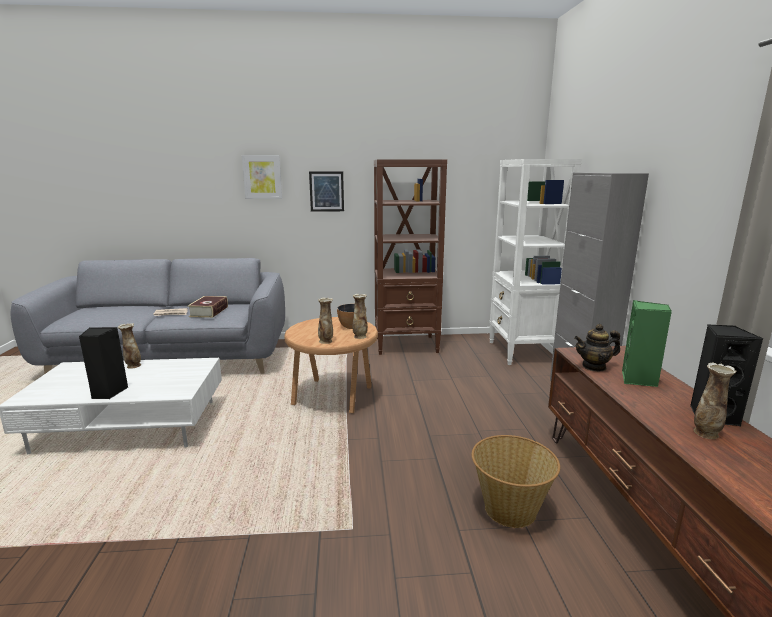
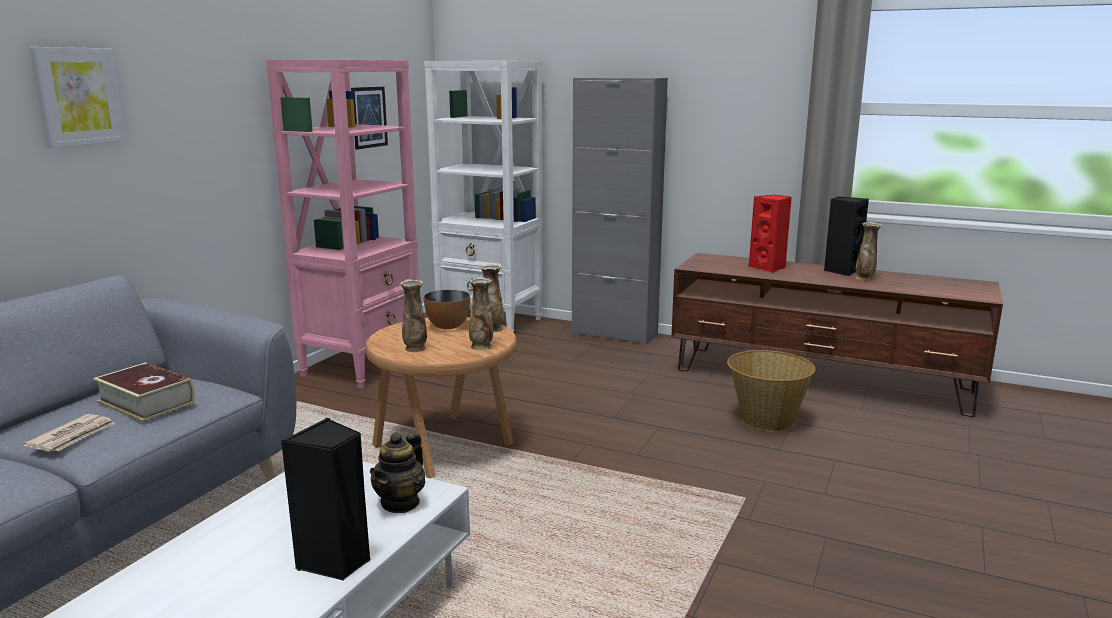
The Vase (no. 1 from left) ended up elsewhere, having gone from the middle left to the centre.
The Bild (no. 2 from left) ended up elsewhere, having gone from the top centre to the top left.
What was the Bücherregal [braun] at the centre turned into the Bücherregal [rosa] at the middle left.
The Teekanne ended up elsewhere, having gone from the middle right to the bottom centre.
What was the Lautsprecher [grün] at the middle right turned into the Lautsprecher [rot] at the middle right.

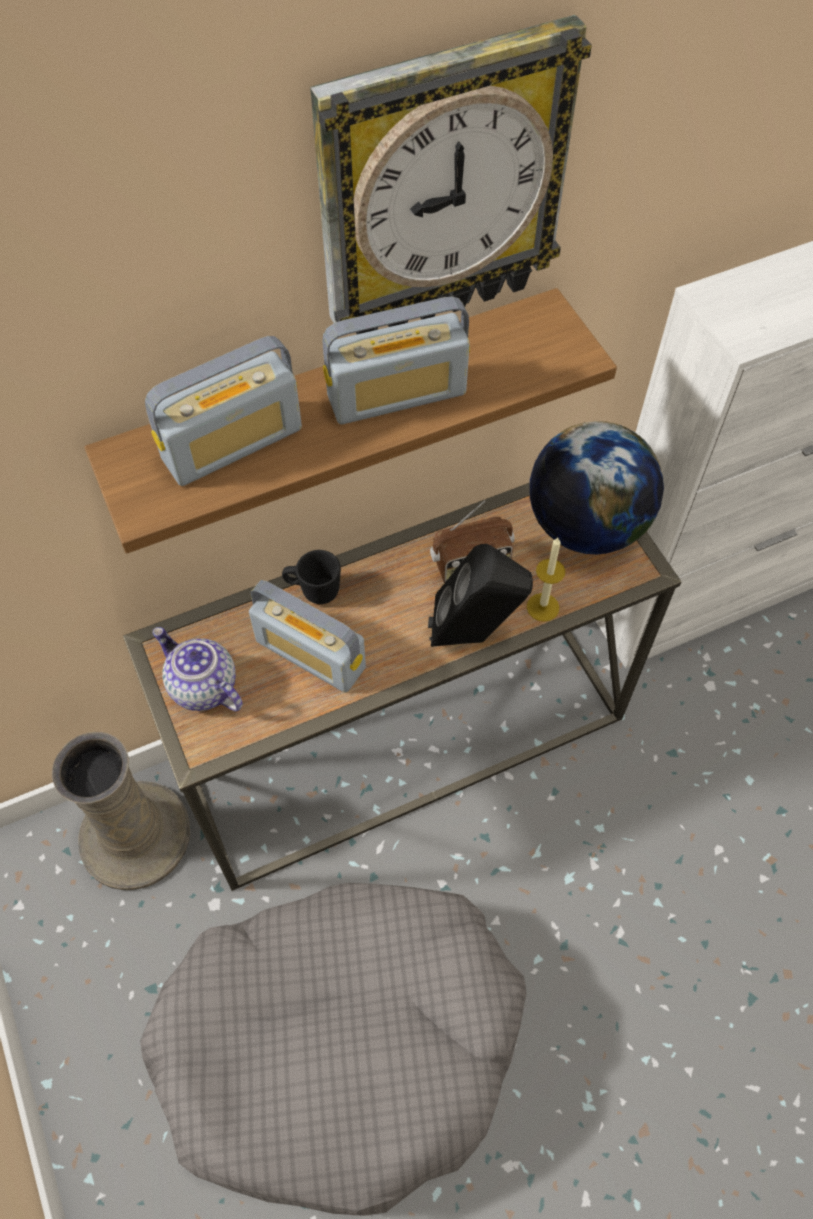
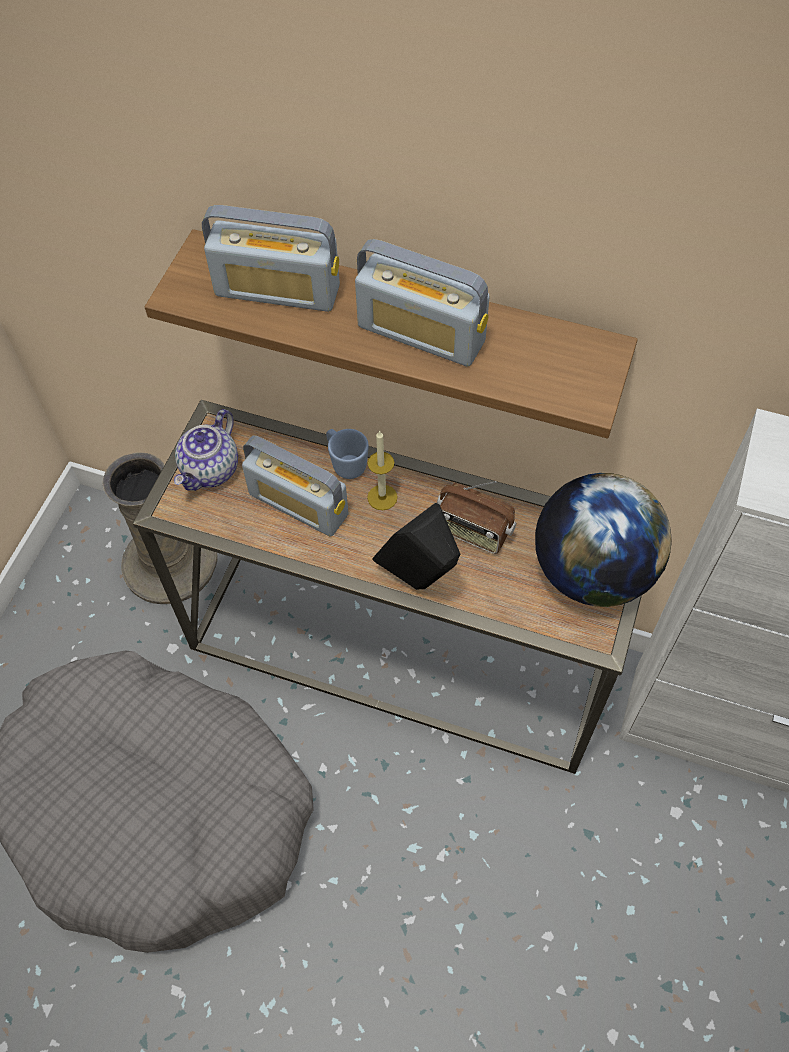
The Teekanne at the middle left ended up facing another way, 150 degrees counterclockwise from before.
The Radio (no. 2 from left) at the centre ended up facing another way, 45 degrees counterclockwise from before.
What was the Henkelbecher [schwarz] at the centre turned into the Henkelbecher [blau] at the centre.
The second view lost the Wanduhr at the top centre.
The Kerze ended up elsewhere, having gone from the middle right to the centre.

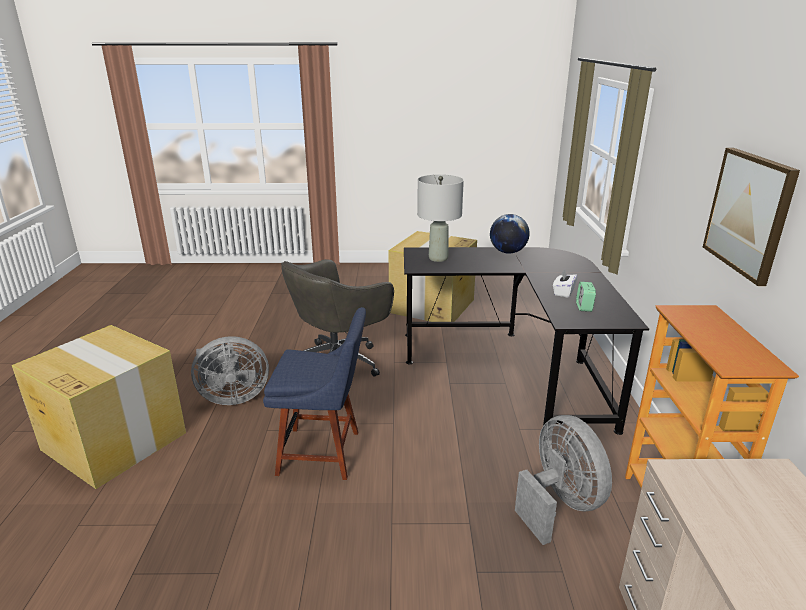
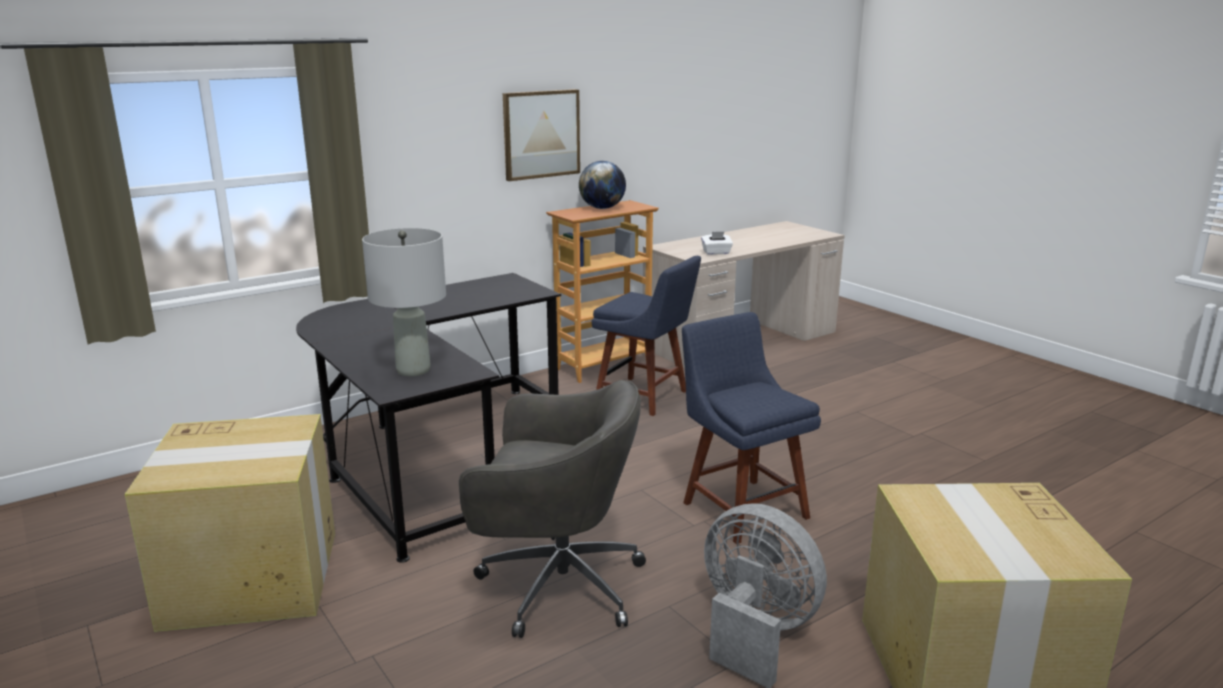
The Globus ended up elsewhere, having gone from the centre to the top centre.
Where the Ventilator [grau] (no. 2 from left) stood at the bottom right, the Stuhl [blau] (no. 1 from left) came to stand at the centre.
The Taschentuchbox [weiß] ended up elsewhere, having gone from the middle right to the centre.
The second view lost the Wecker at the middle right.

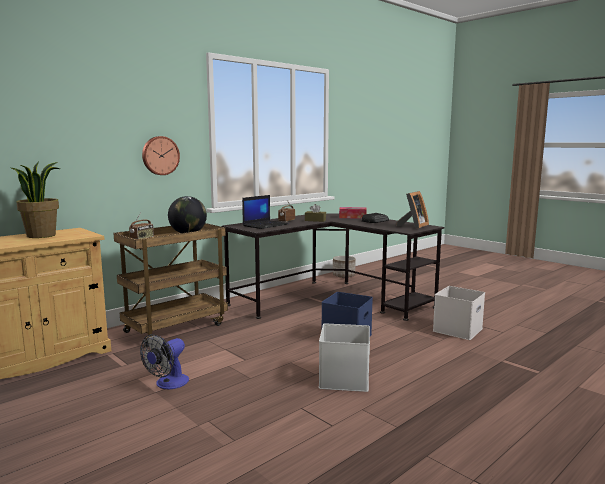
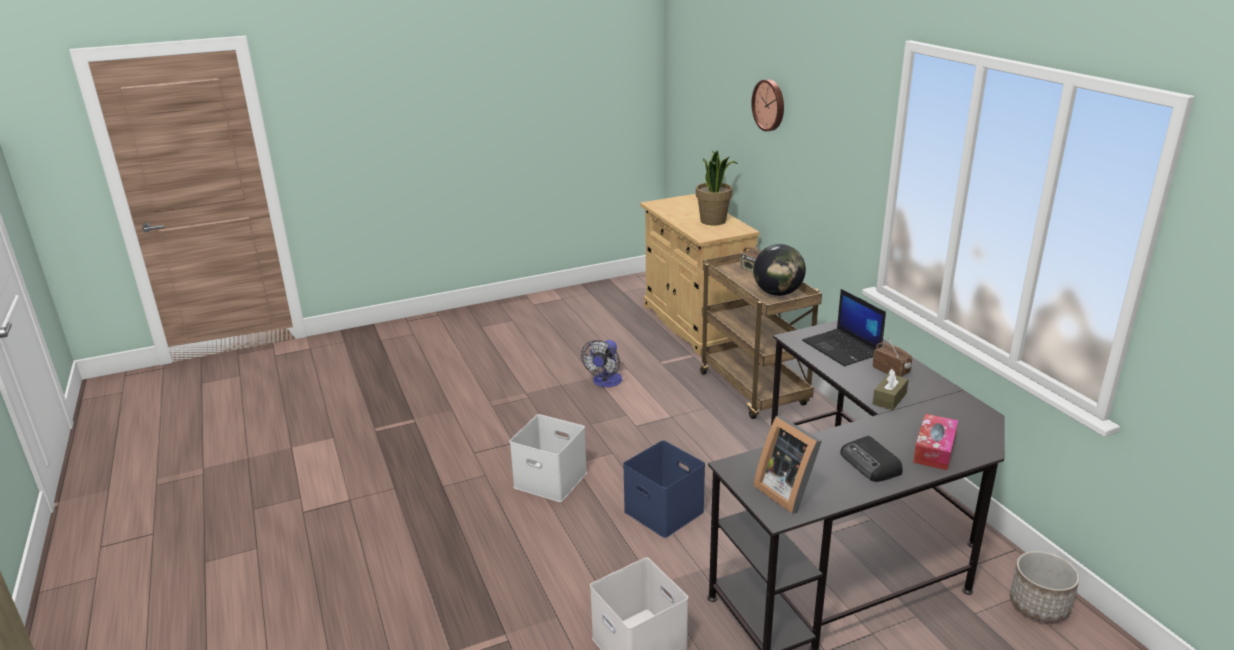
The Ventilator at the bottom left ended up facing another way, 120 degrees counterclockwise from before.
The Wanduhr ended up elsewhere, having gone from the top left to the top centre.

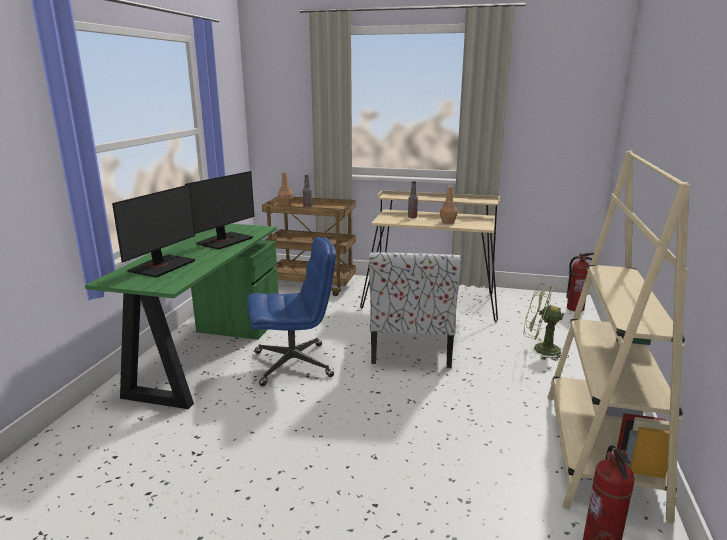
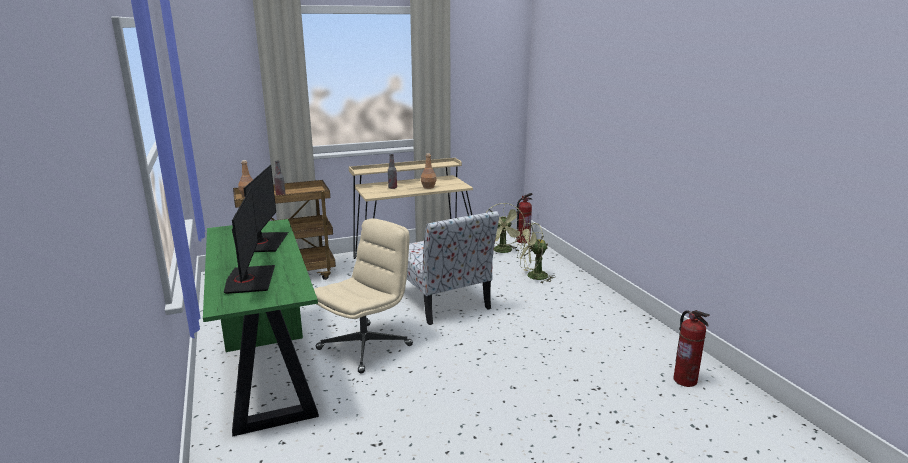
What was the Bürostuhl [blau] at the centre turned into the Bürostuhl [beige] at the centre.
The second view lost the Bücherregal [beige] at the middle right.
The second view gained the Ventilator [grün] (no. 1 from left) at the centre.

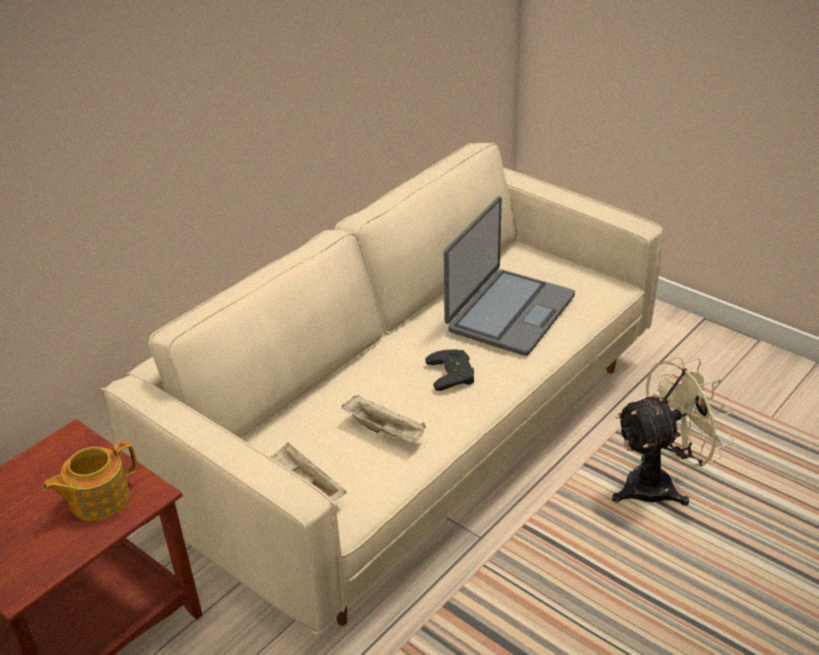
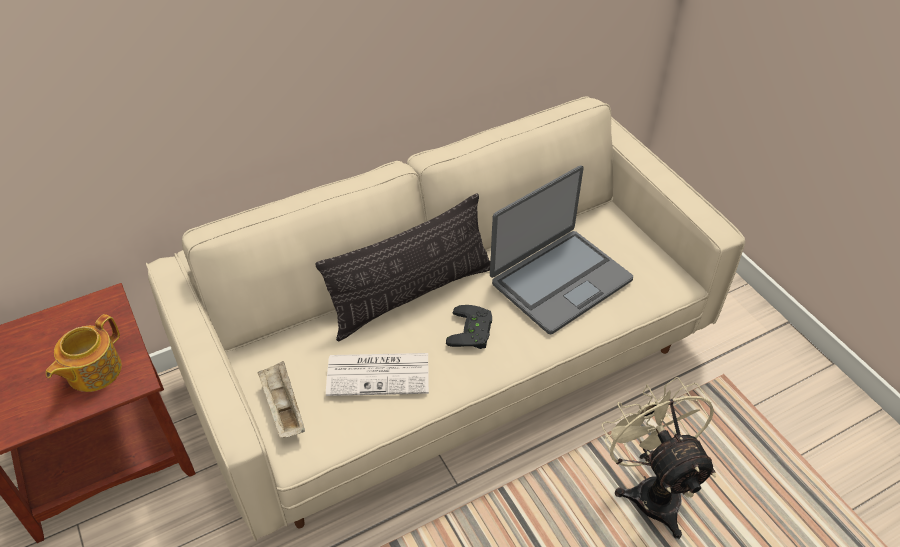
The Teekanne at the bottom left ended up facing another way, 45 degrees counterclockwise from before.
Where the Tablett [beige] (no. 2 from left) stood at the centre, the Zeitung came to stand at the bottom centre.
The Ventilator [beige] at the middle right ended up facing another way, 105 degrees counterclockwise from before.
The second view gained the Kissen at the centre.

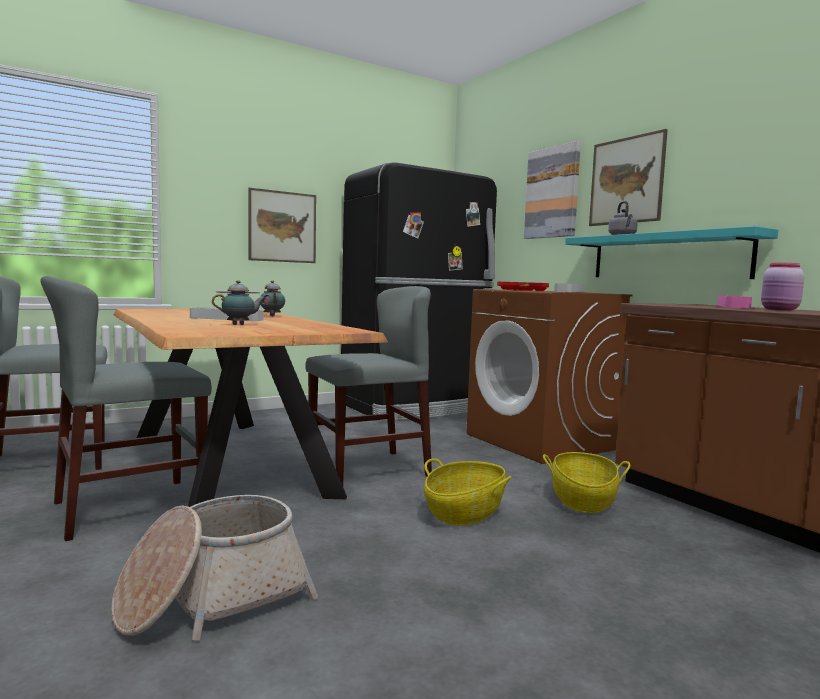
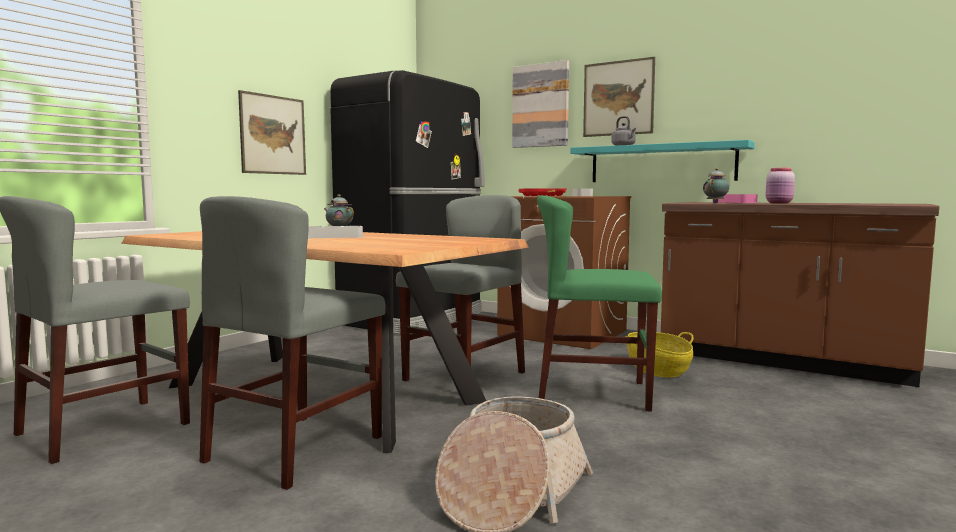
The Teekanne (no. 1 from left in the first image) ended up elsewhere, having gone from the middle left to the middle right.
Where the Korb (no. 2 from left) stood at the bottom centre, the Stuhl [grün] came to stand at the centre.

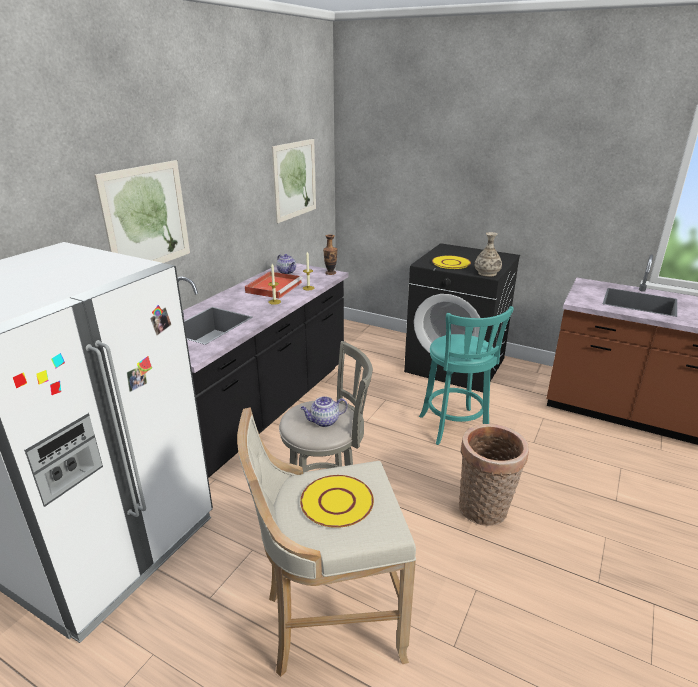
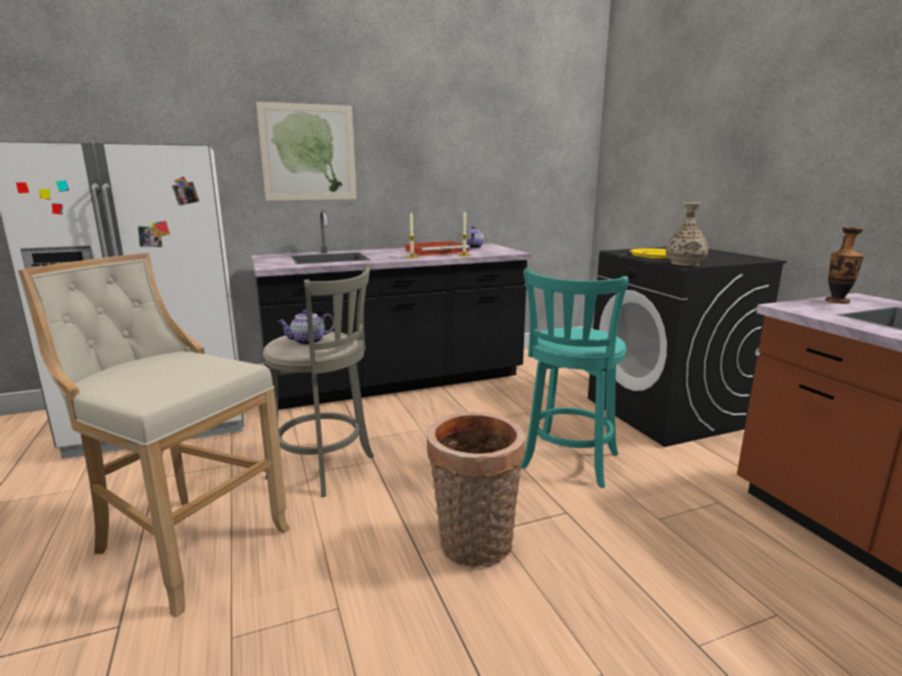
The second view lost the Bild (no. 2 from left) at the top centre.
The Teekanne (no. 2 from left in the first image) at the centre ended up facing another way, 45 degrees counterclockwise from before.
The second view lost the Teller [gelb] (no. 1 from left) at the bottom centre.
The Vase (no. 1 from left in the first image) ended up elsewhere, having gone from the centre to the middle right.

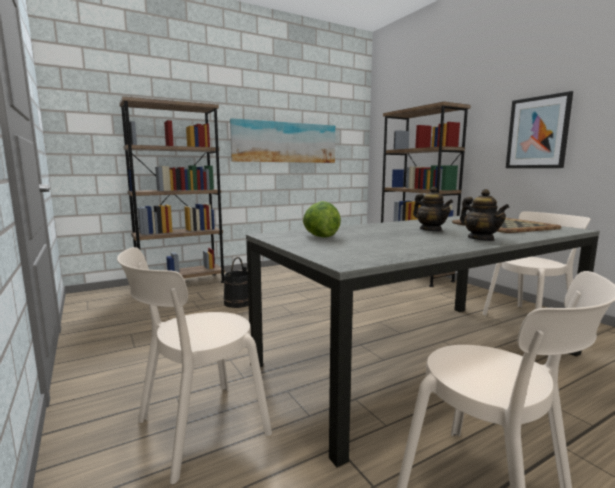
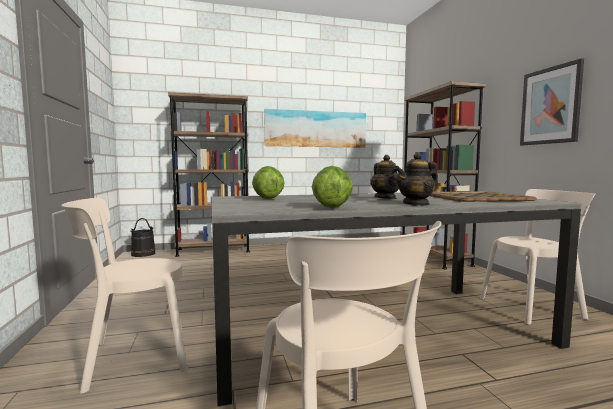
The Eimer [schwarz] ended up elsewhere, having gone from the centre to the middle left.
The Teekanne (no. 2 from left) at the middle right ended up facing another way, 75 degrees clockwise from before.
The second view gained the Salatkopf (no. 2 from left) at the centre.

